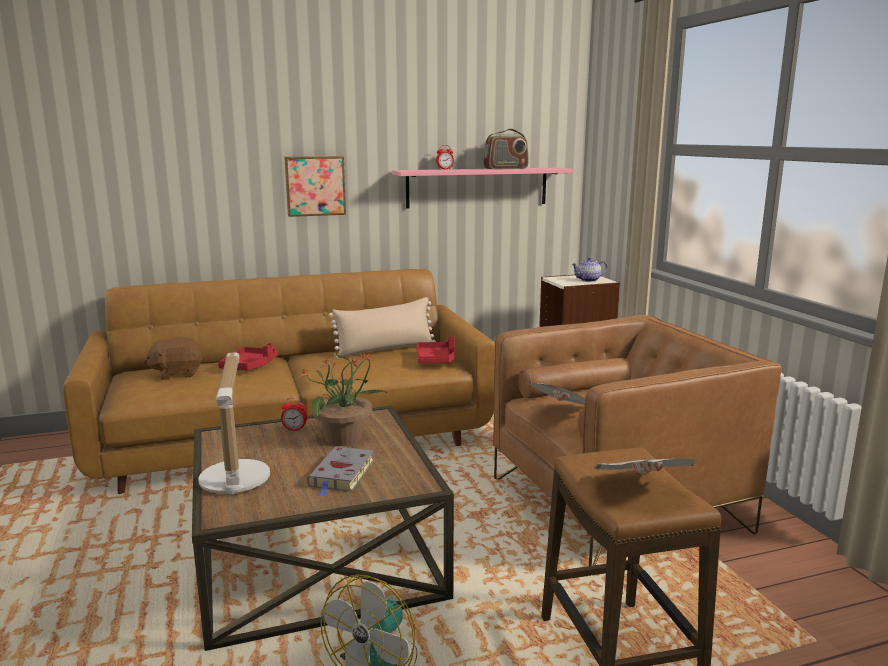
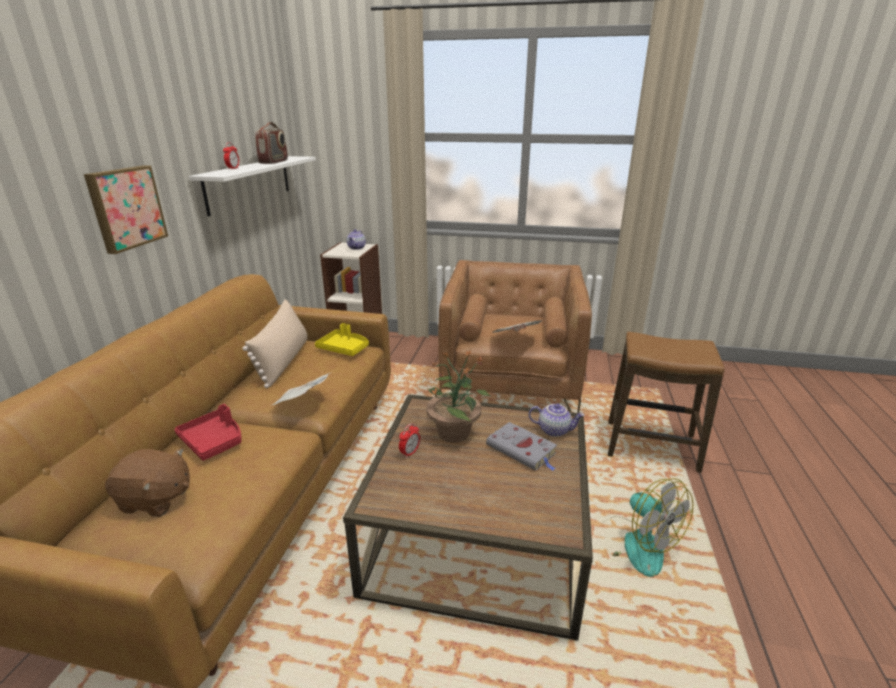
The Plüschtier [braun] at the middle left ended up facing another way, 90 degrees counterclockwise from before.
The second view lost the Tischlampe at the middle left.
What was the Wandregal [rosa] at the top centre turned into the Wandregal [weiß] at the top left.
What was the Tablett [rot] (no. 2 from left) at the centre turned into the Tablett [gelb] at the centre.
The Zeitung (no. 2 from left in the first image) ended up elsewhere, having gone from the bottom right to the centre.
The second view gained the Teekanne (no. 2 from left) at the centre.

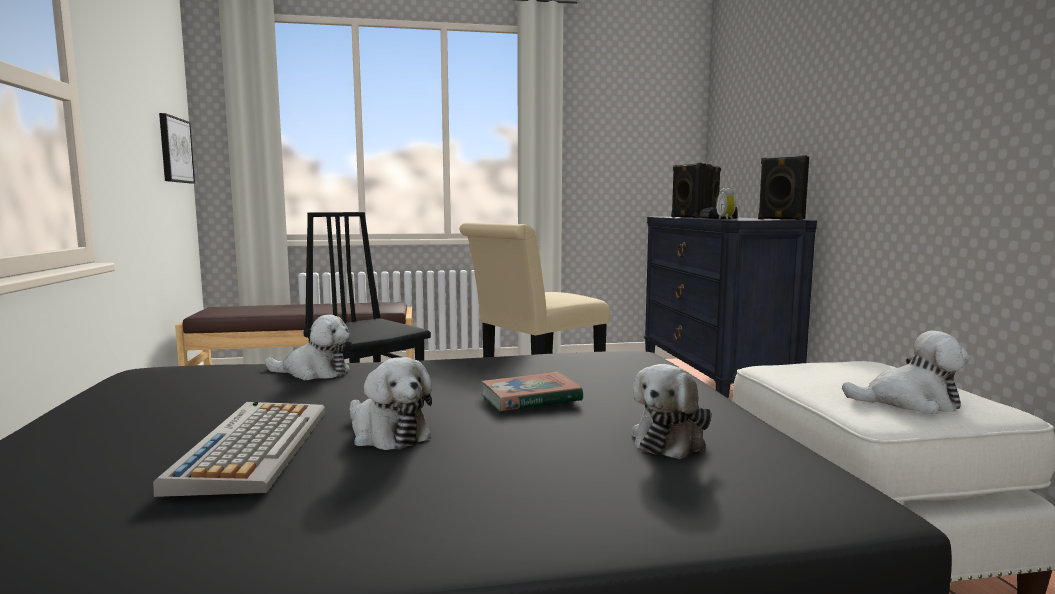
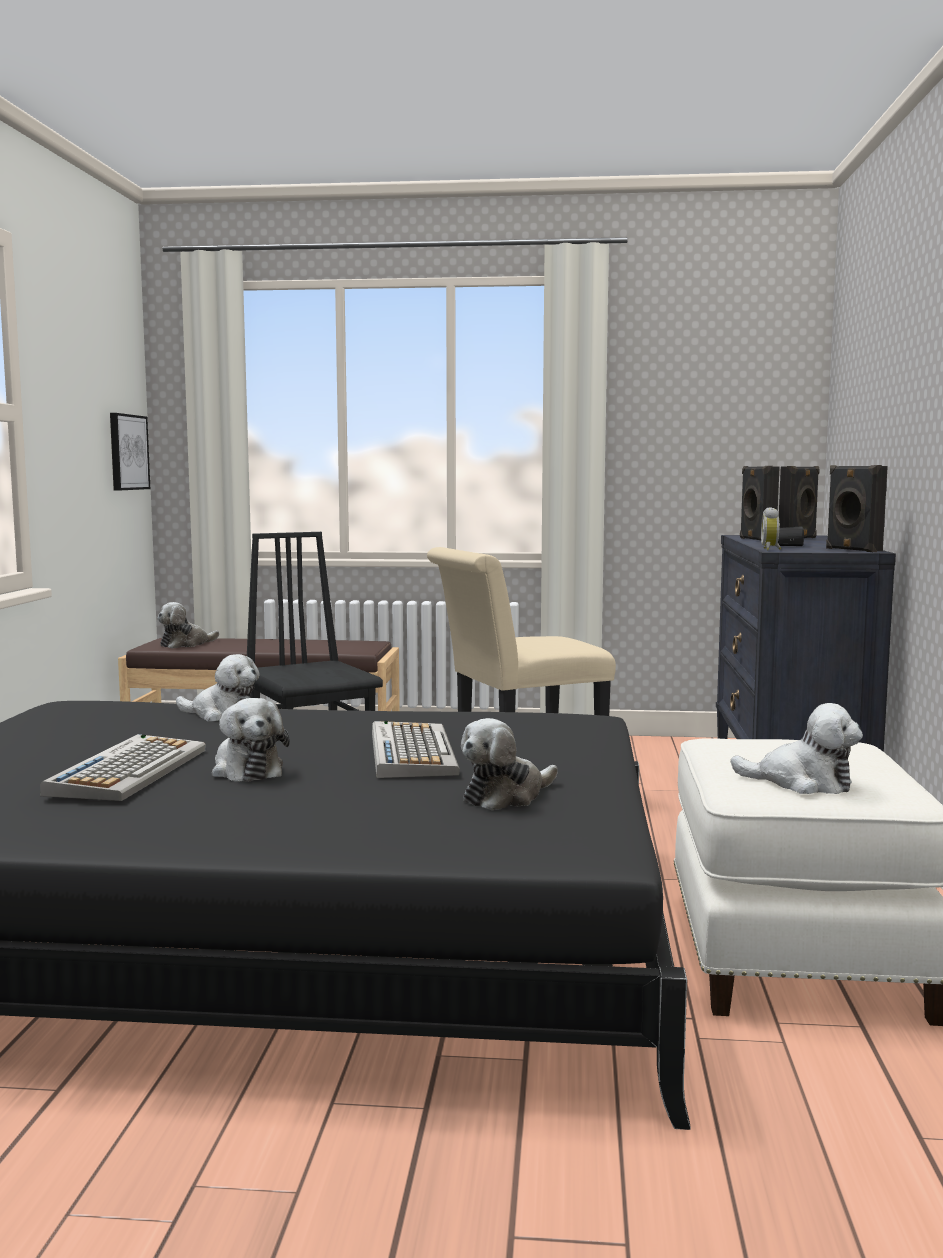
Where the Buch stood at the centre, the Tastatur (no. 2 from left) came to stand at the centre.
The second view gained the Plüschtier (no. 1 from left) at the middle left.

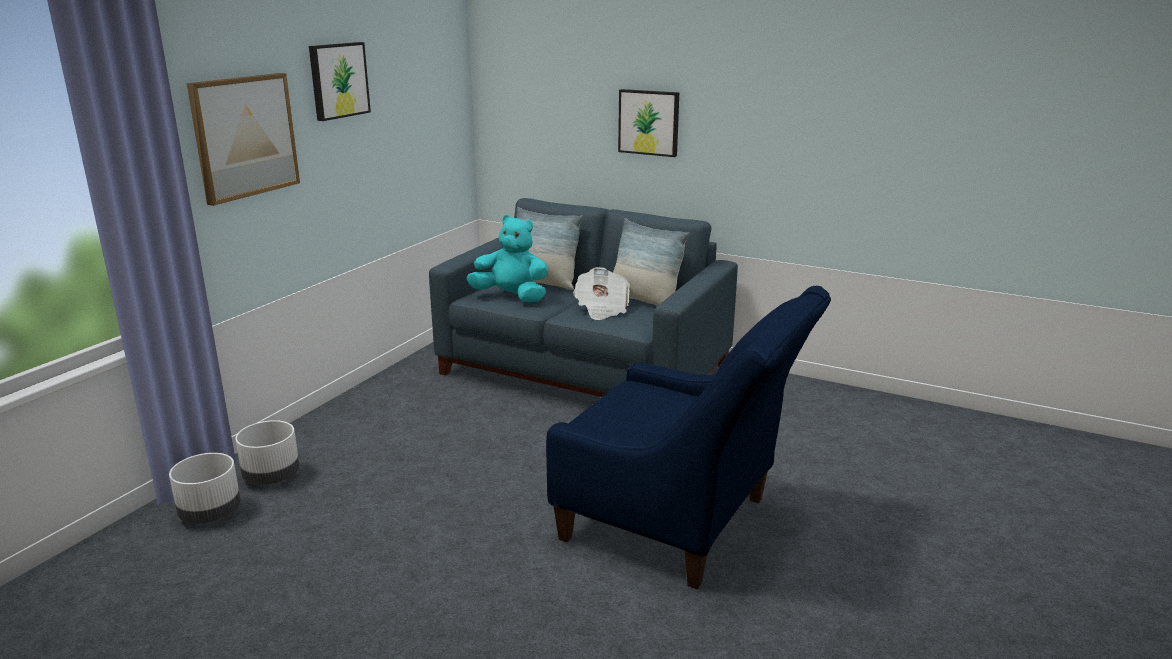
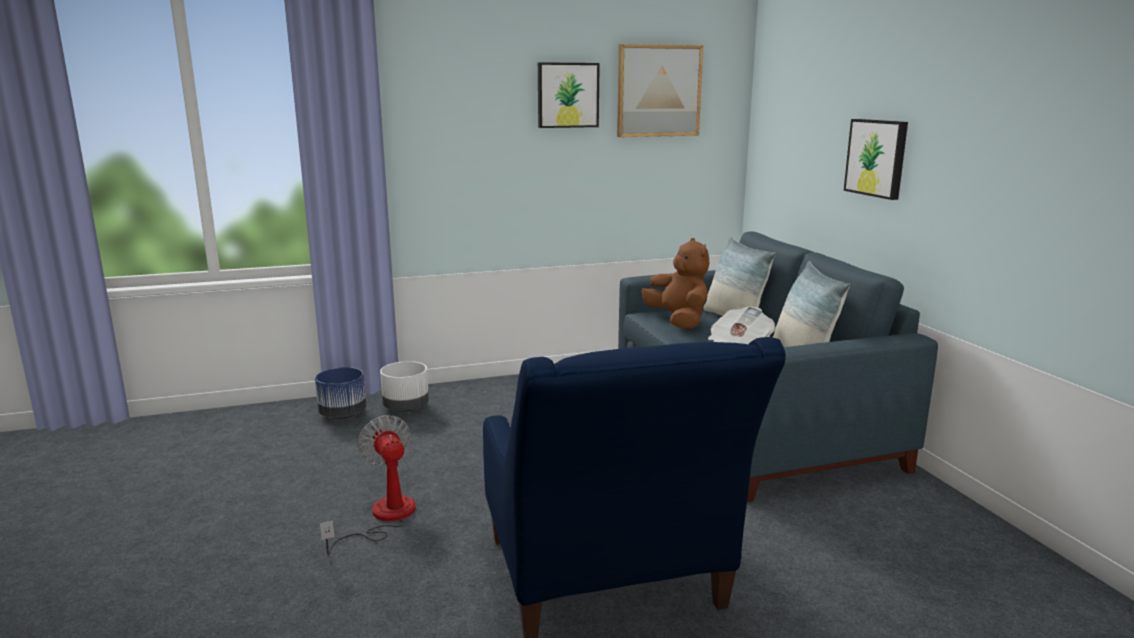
What was the Pflanzkübel [weiß] (no. 1 from left) at the bottom left turned into the Pflanzkübel [blau] at the middle left.
The Bild (no. 1 from left in the first image) ended up elsewhere, having gone from the top left to the top centre.
What was the Plüschtier [türkis] at the centre turned into the Plüschtier [braun] at the centre.
The second view gained the Ventilator at the bottom left.

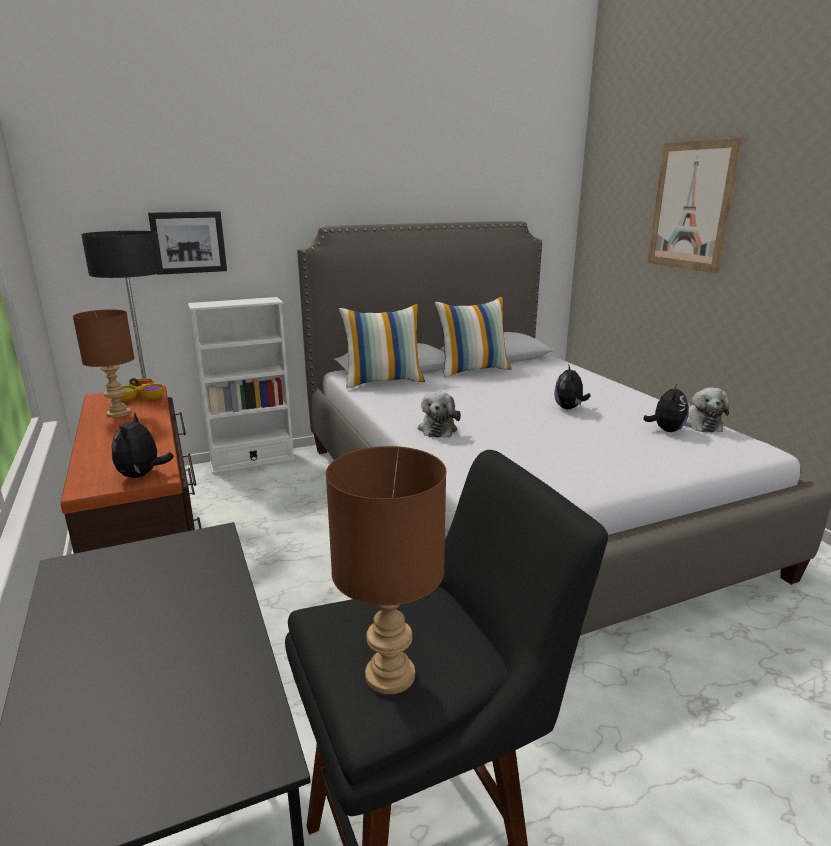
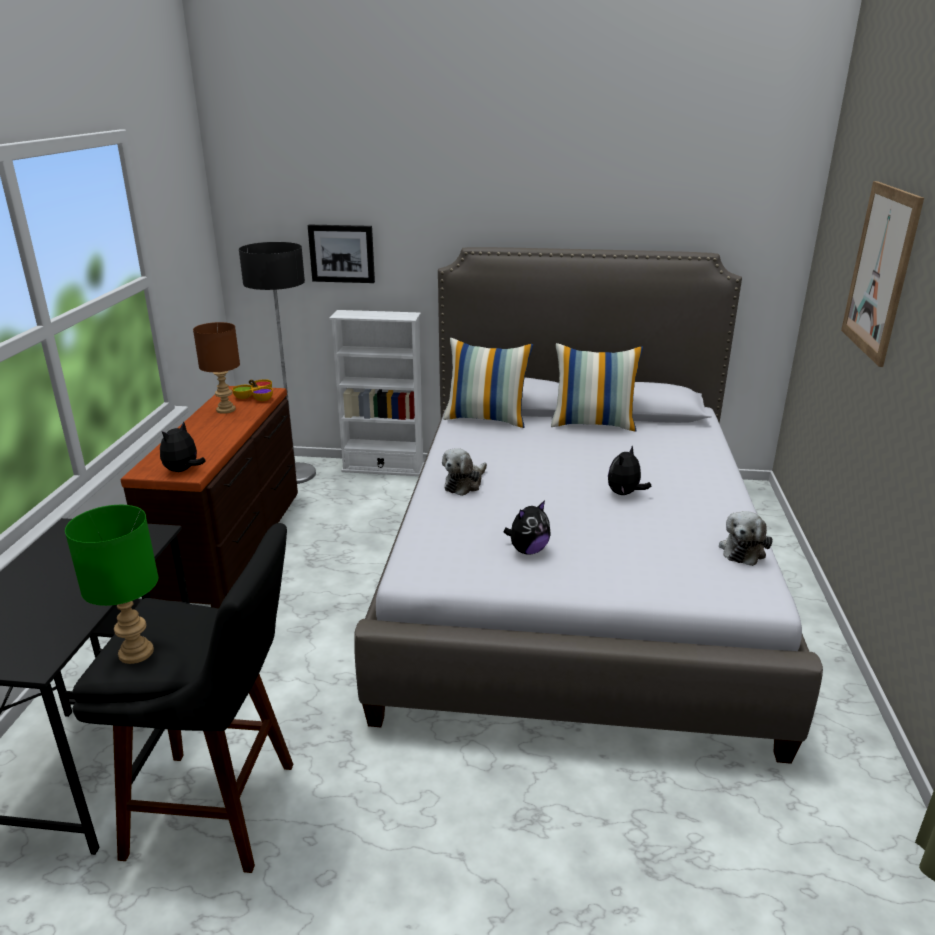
What was the Tischlampe [braun] (no. 2 from left) at the bottom centre turned into the Tischlampe [grün] at the middle left.
The Plüschtier (no. 4 from left in the first image) ended up elsewhere, having gone from the middle right to the centre.

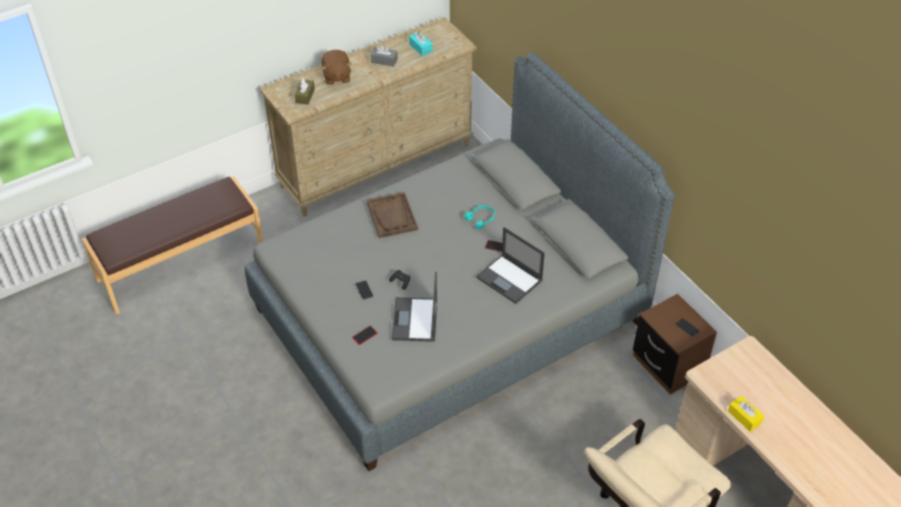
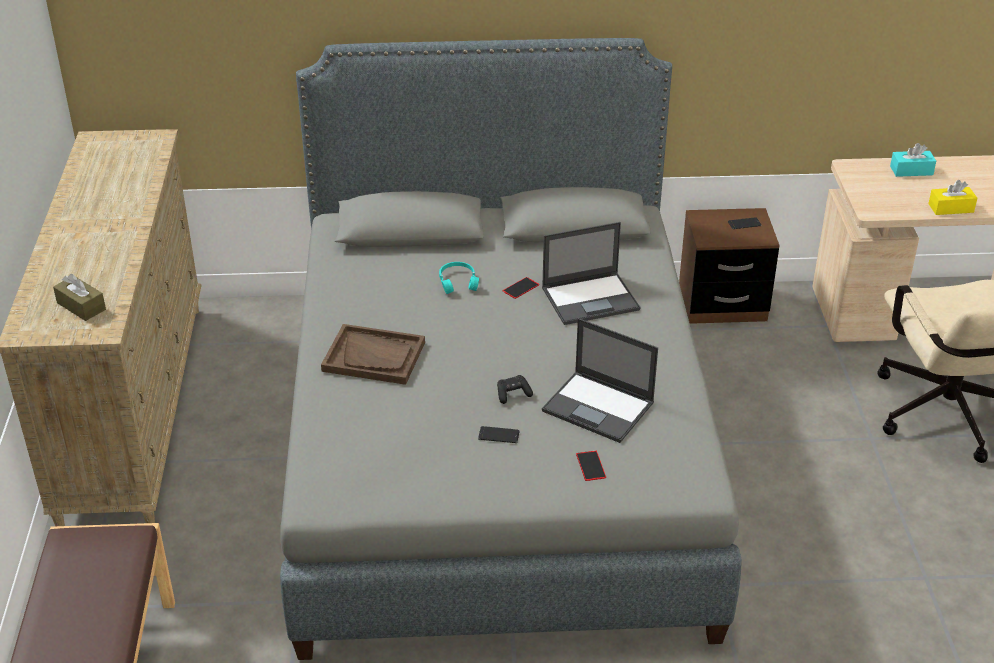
The second view lost the Plüschtier [braun] at the top centre.
The second view lost the Taschentuchbox [grau] at the top centre.
The Taschentuchbox [türkis] ended up elsewhere, having gone from the top centre to the top right.

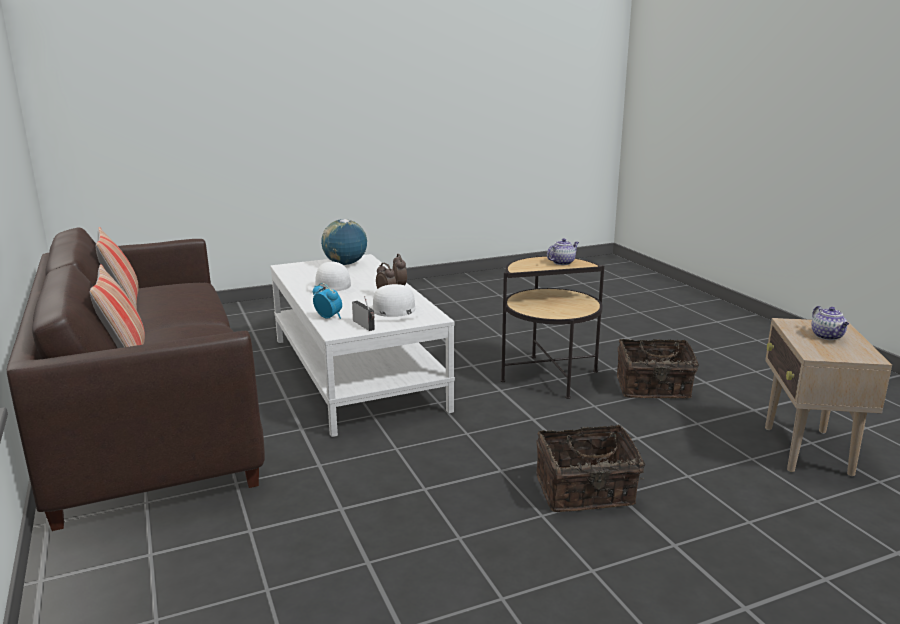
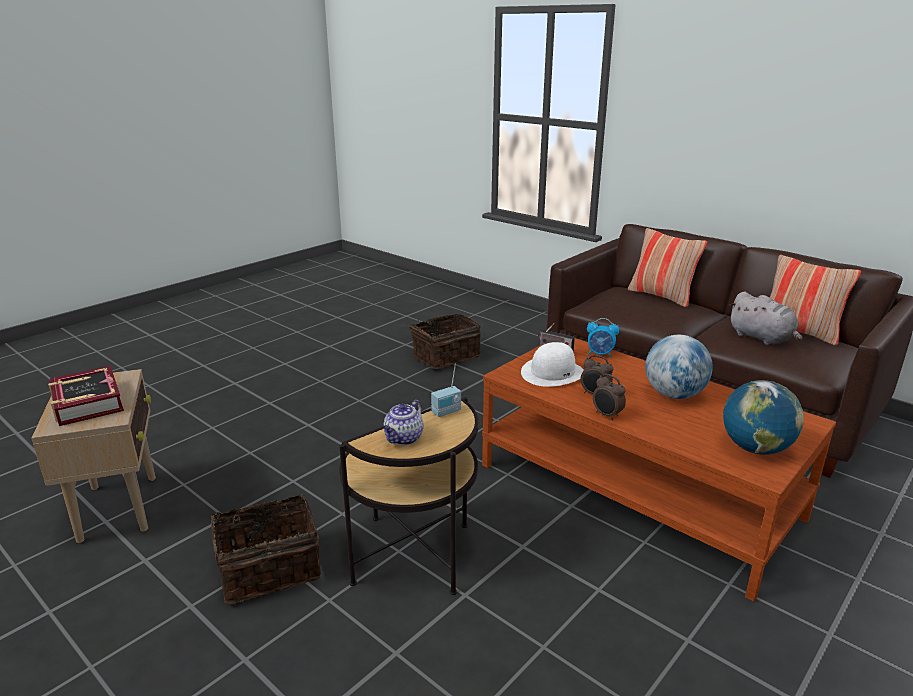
What was the Couchtisch [weiß] at the centre turned into the Couchtisch [braun] at the bottom right.
Where the Hut [weiß] (no. 1 from left) stood at the centre, the Globus (no. 1 from left) came to stand at the middle right.
The Korb (no. 1 from left in the first image) ended up elsewhere, having gone from the bottom centre to the centre.
Where the Teekanne (no. 2 from left) stood at the middle right, the Buch came to stand at the middle left.
The second view gained the Radio (no. 1 from left) at the centre.
The second view gained the Plüschtier [grau] at the middle right.

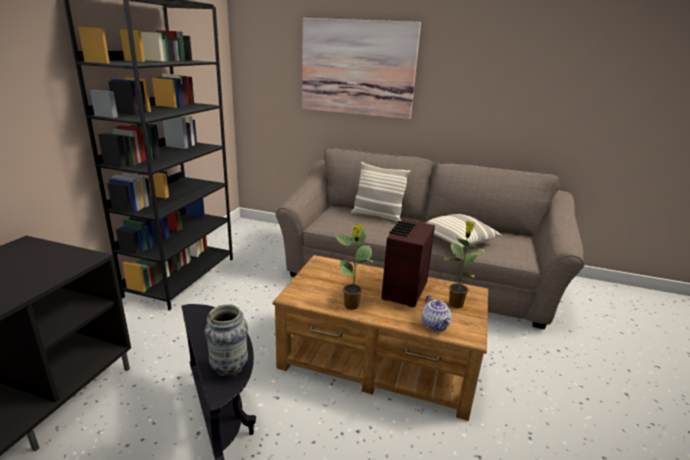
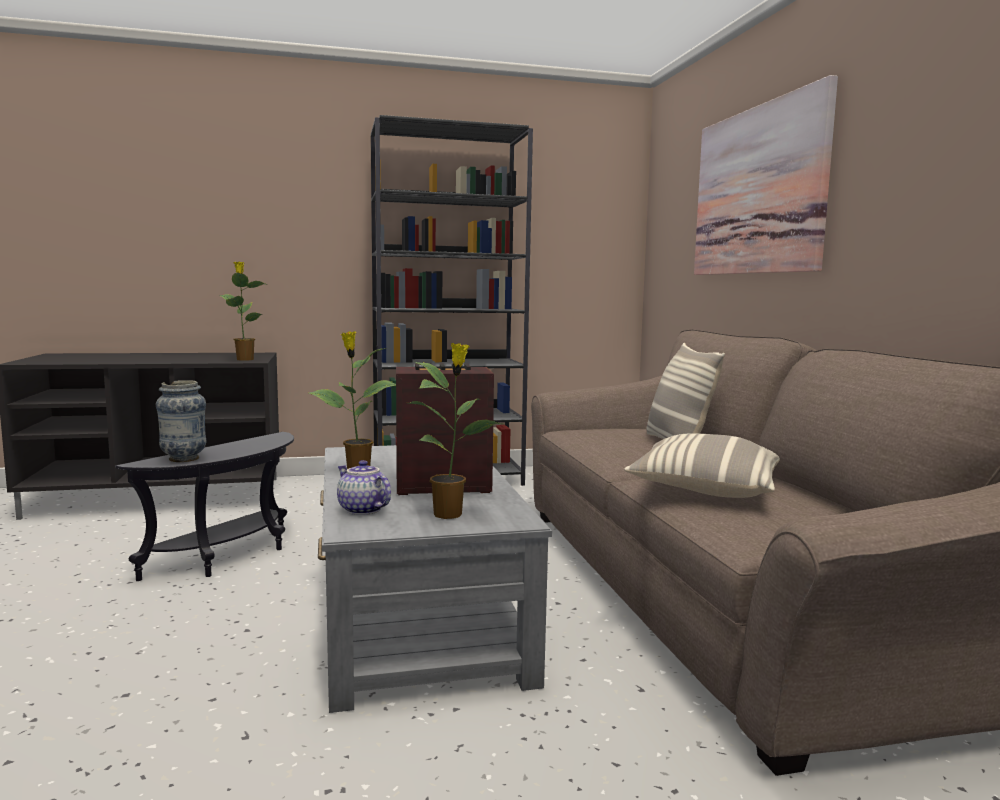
What was the Couchtisch [braun] at the bottom centre turned into the Couchtisch [grau] at the bottom centre.
The Teekanne at the bottom centre ended up facing another way, 90 degrees clockwise from before.
The second view gained the Topfpflanze (no. 1 from left) at the middle left.

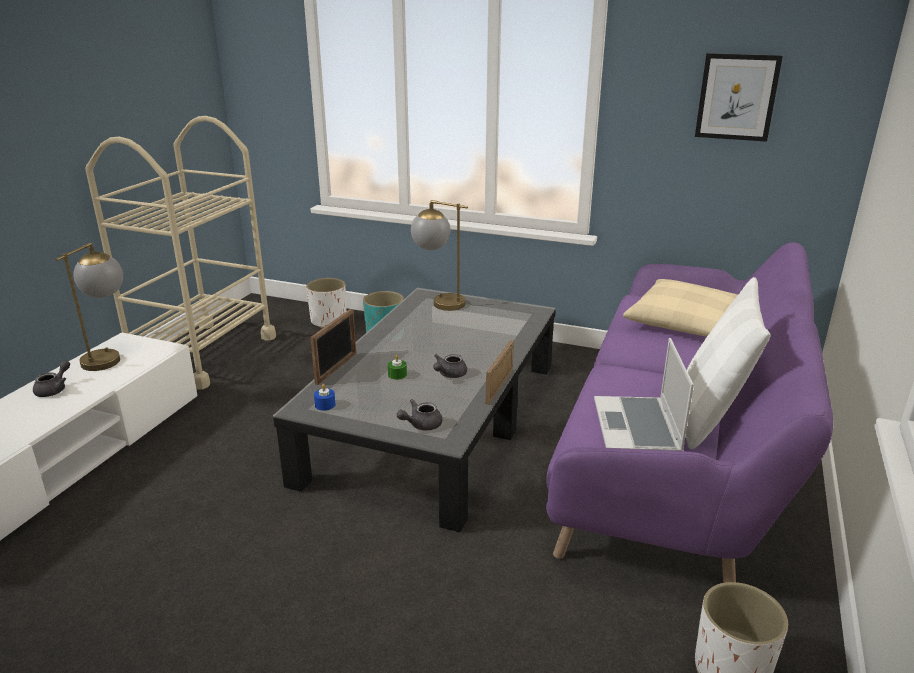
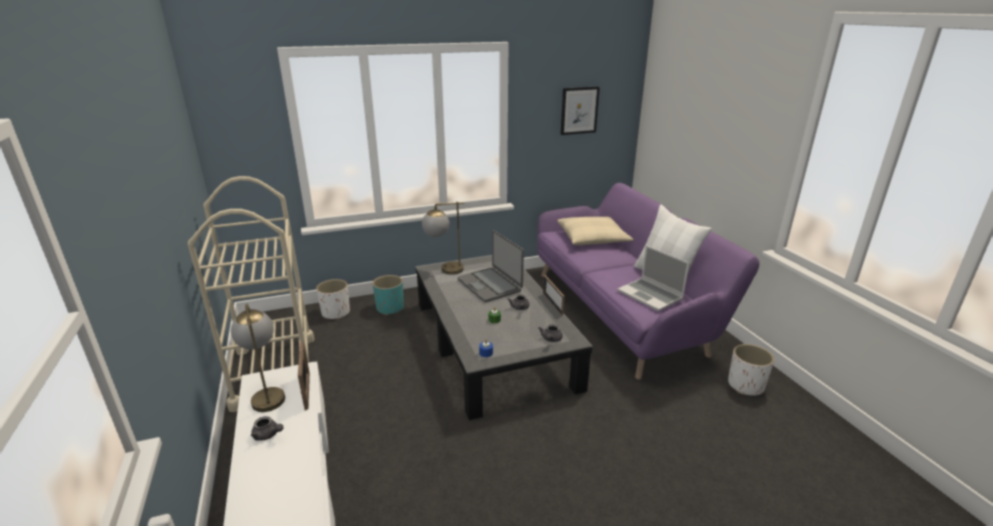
The Teekanne [grau] (no. 1 from left) at the middle left ended up facing another way, 135 degrees clockwise from before.
The Bilderrahmen (no. 1 from left) ended up elsewhere, having gone from the centre to the bottom left.
The second view gained the Laptop (no. 1 from left) at the centre.

